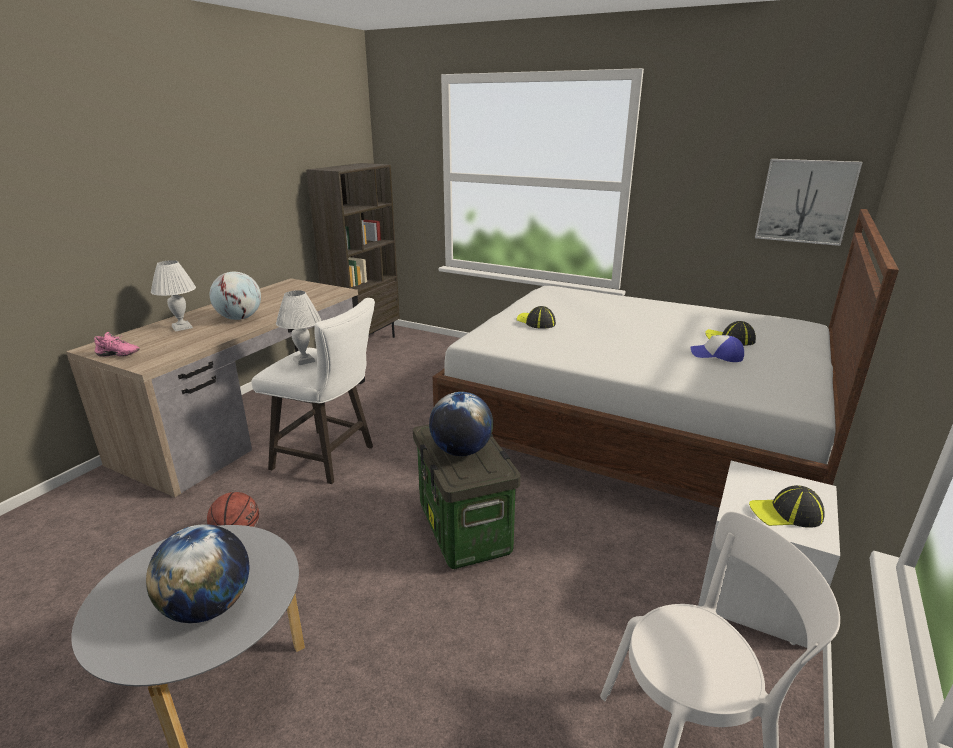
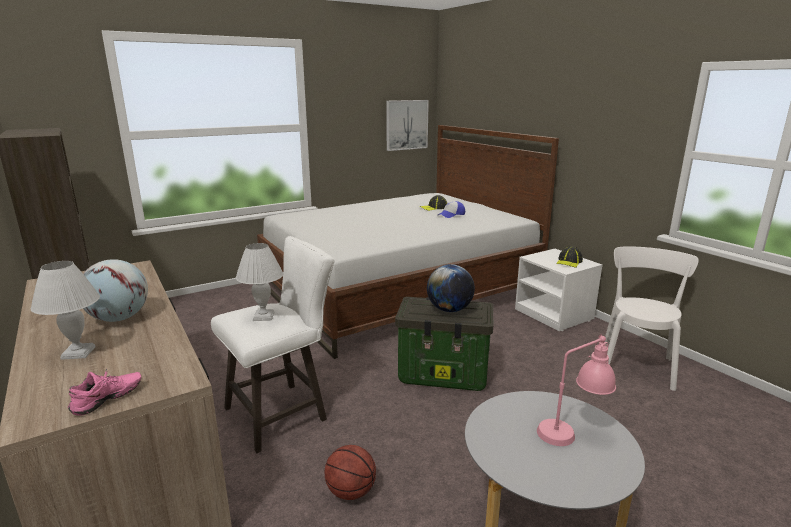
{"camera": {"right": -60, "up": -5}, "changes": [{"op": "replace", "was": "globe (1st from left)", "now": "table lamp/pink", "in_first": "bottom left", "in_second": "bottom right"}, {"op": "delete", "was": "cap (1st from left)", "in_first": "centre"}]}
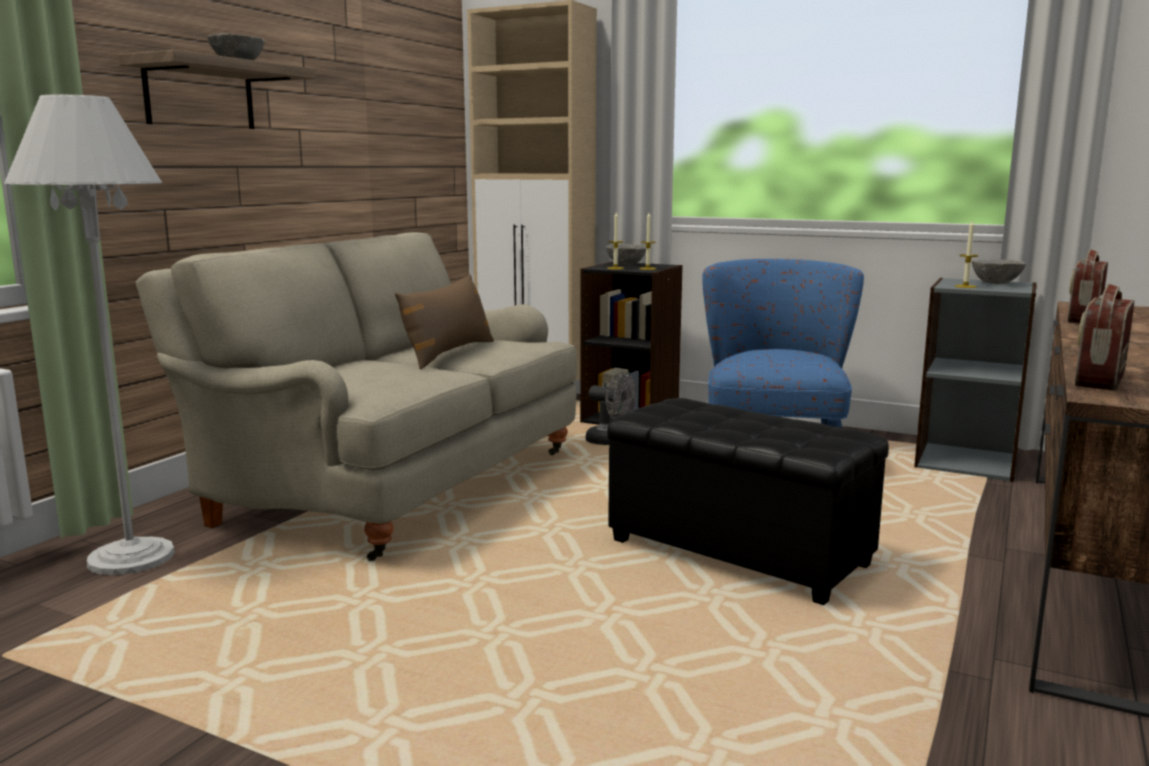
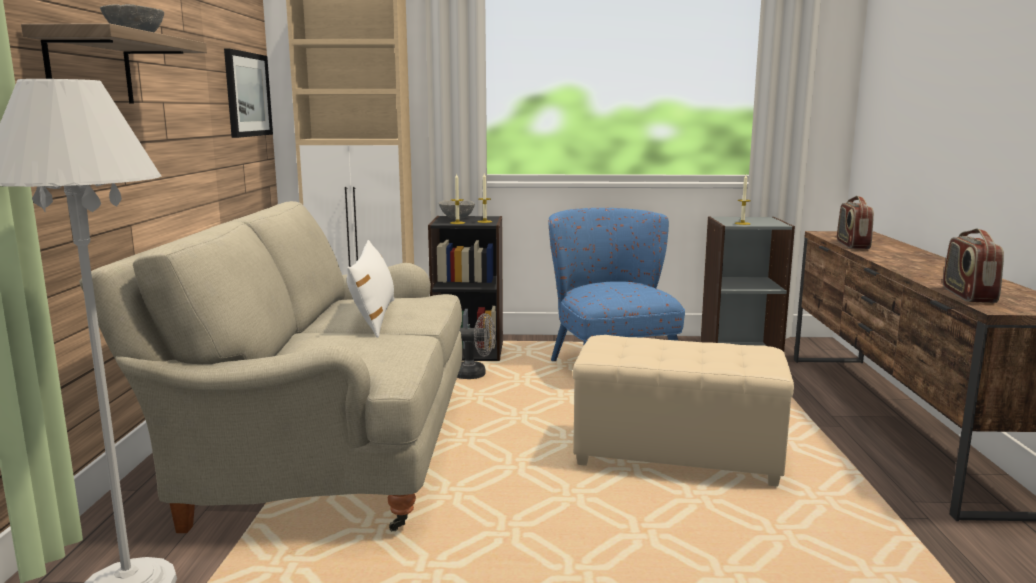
{"camera": {"right": -25, "up": 0}, "changes": [{"op": "recolor", "was": "pillow/brown", "now": "pillow/white", "in_first": "centre", "in_second": "centre"}, {"op": "recolor", "was": "ottoman/black", "now": "ottoman/beige", "in_first": "centre", "in_second": "bottom centre"}, {"op": "delete", "was": "bowl/grey (3rd from left)", "in_first": "middle right"}, {"op": "insert", "now": "picture", "in_second": "top left"}]}
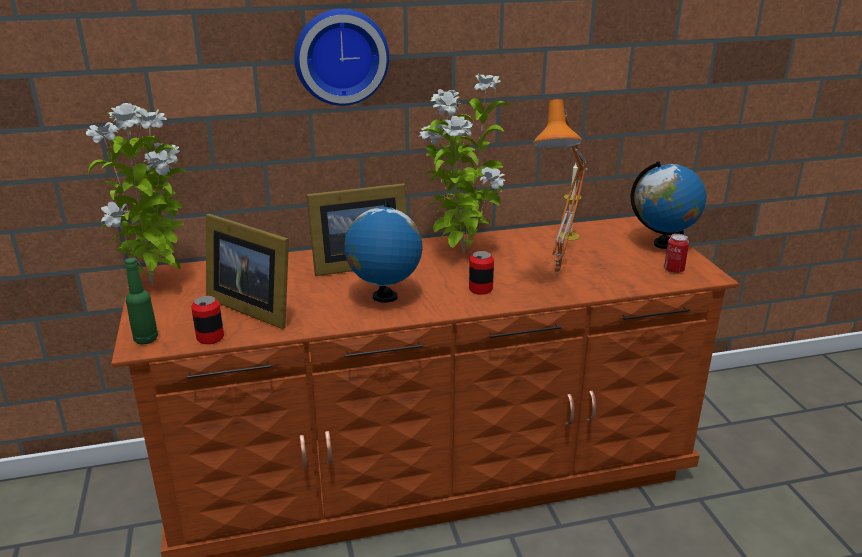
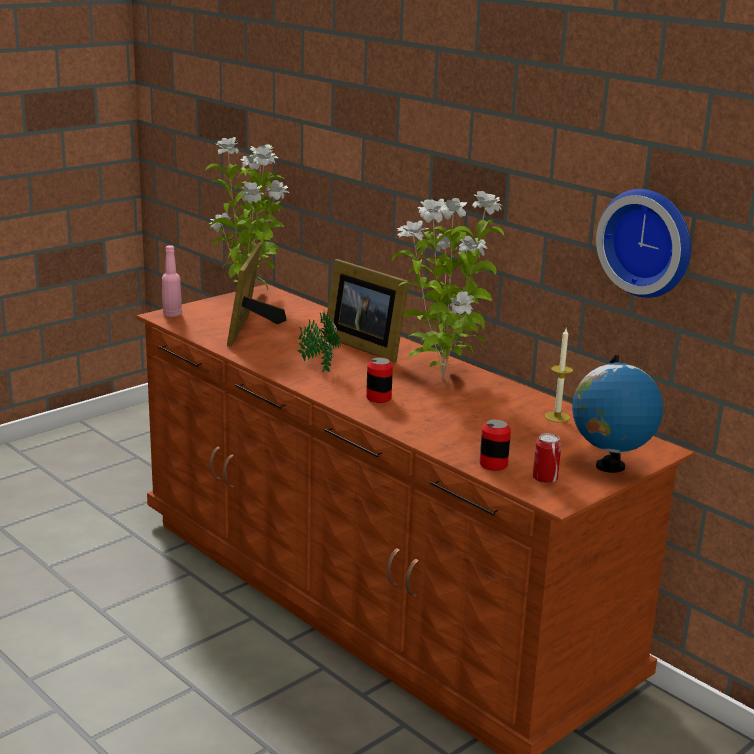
{"camera": {"right": 60, "up": -5}, "changes": [{"op": "recolor", "was": "bottle/green", "now": "bottle/pink", "in_first": "middle left", "in_second": "middle left"}, {"op": "move", "was": "can (1st from left in the first image)", "now": "can (2nd from left)", "in_first": "middle left", "in_second": "centre"}, {"op": "move", "was": "wall clock", "in_first": "top centre", "in_second": "top right"}, {"op": "replace", "was": "globe (1st from left)", "now": "potted plant (2nd from left)", "in_first": "centre", "in_second": "centre"}, {"op": "delete", "was": "table lamp/orange", "in_first": "centre"}]}
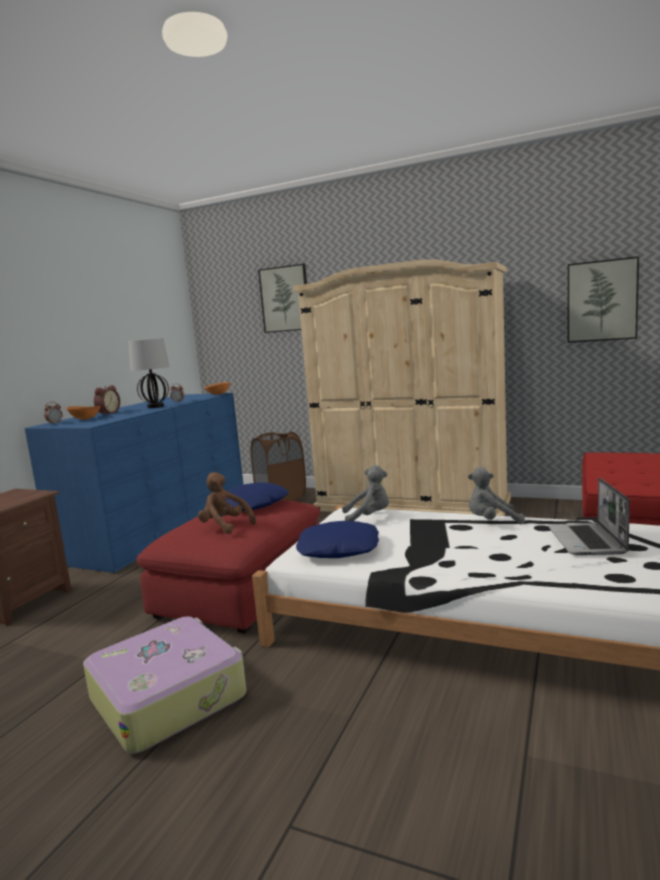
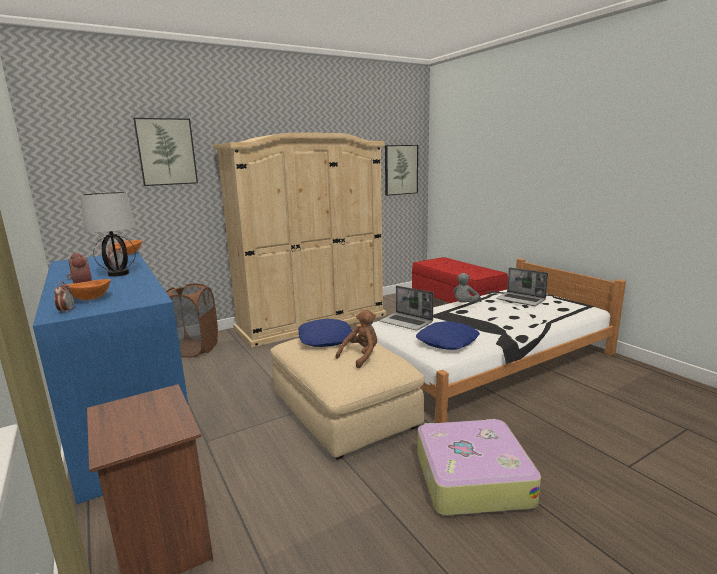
{"camera": {"right": -55, "up": 5}, "changes": [{"op": "recolor", "was": "ottoman/red", "now": "ottoman/beige", "in_first": "centre", "in_second": "bottom centre"}, {"op": "rotate", "was": "plush toy/brown", "in_first": "centre", "in_second": "centre", "clockwise": 150}, {"op": "replace", "was": "plush toy/grey (1st from left)", "now": "laptop (1st from left)", "in_first": "centre", "in_second": "centre"}]}
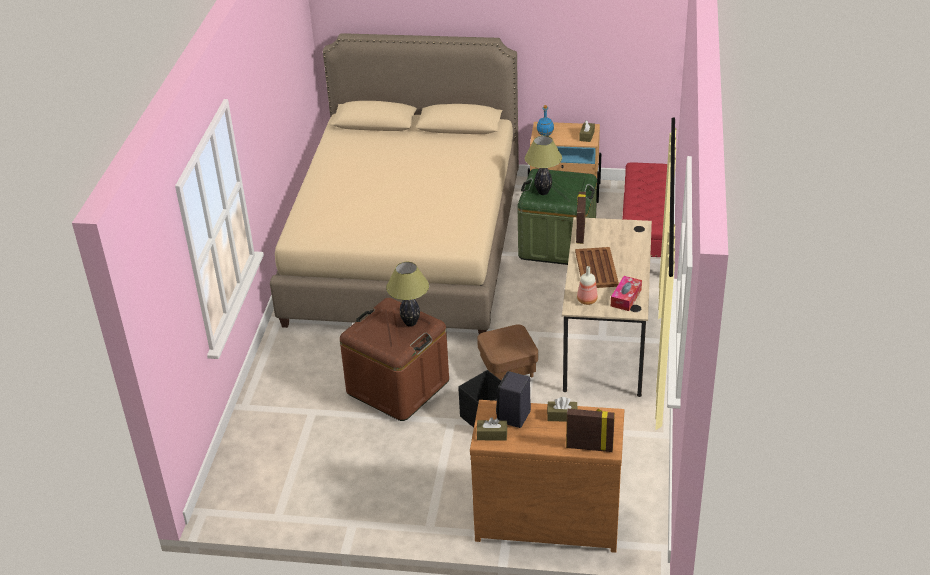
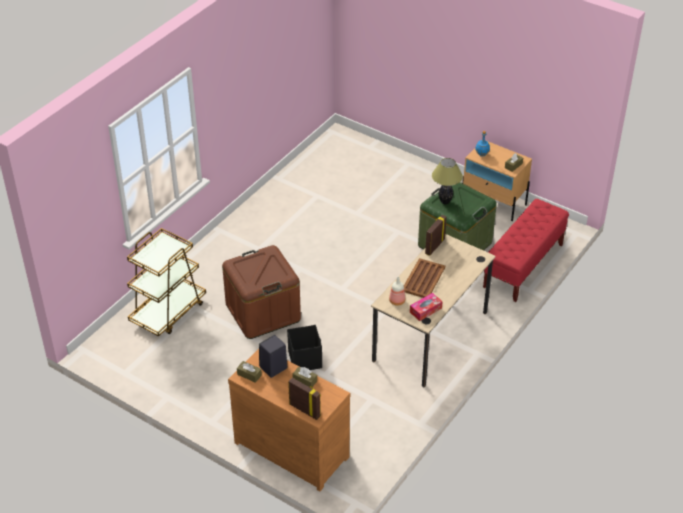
{"camera": {"right": 25, "up": 5}, "changes": [{"op": "delete", "was": "bed/beige", "in_first": "top centre"}, {"op": "delete", "was": "table lamp (1st from left)", "in_first": "centre"}, {"op": "delete", "was": "ottoman/brown", "in_first": "centre"}, {"op": "insert", "now": "cart/brown", "in_second": "middle left"}]}
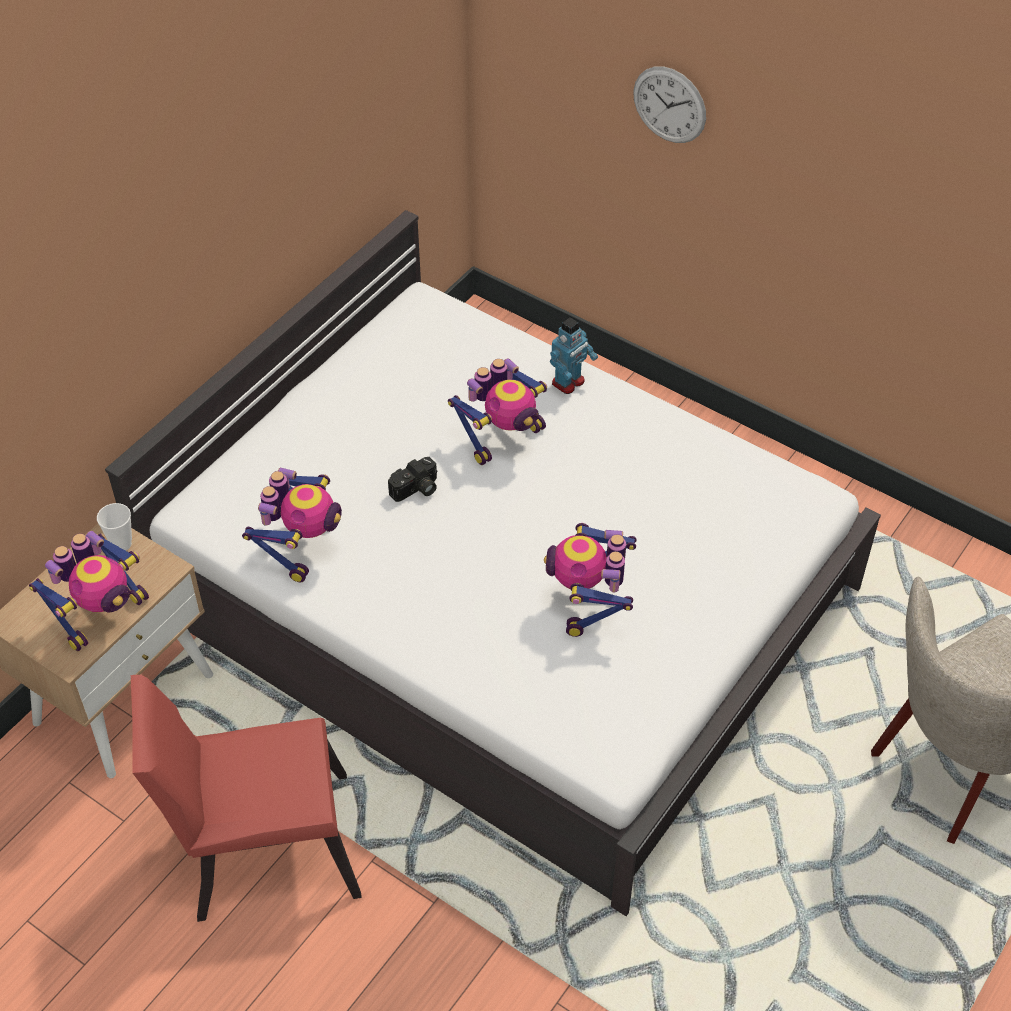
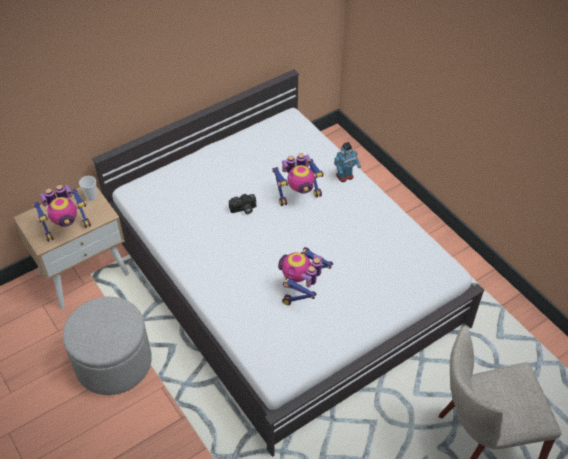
{"camera": {"right": 20, "up": 0}, "changes": [{"op": "replace", "was": "chair/red", "now": "ottoman/grey", "in_first": "bottom left", "in_second": "bottom left"}, {"op": "delete", "was": "toy robot (2nd from left)", "in_first": "middle left"}, {"op": "delete", "was": "wall clock", "in_first": "top centre"}]}
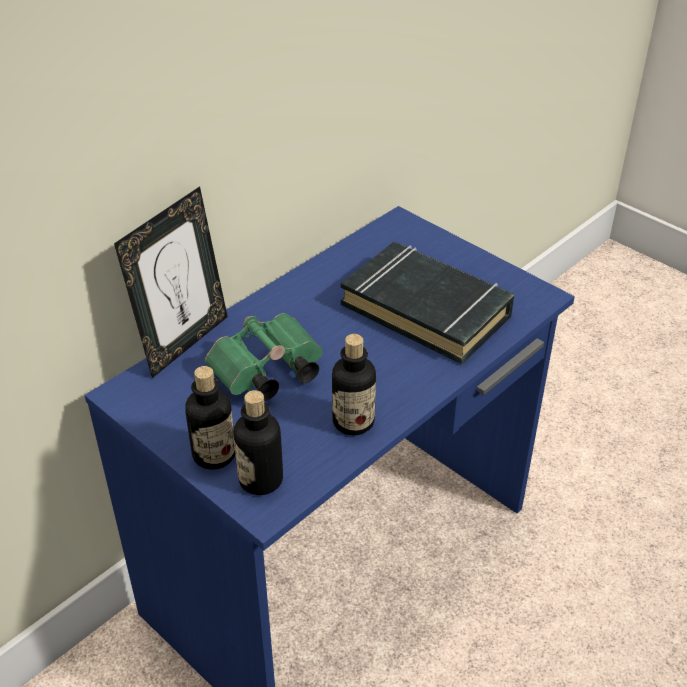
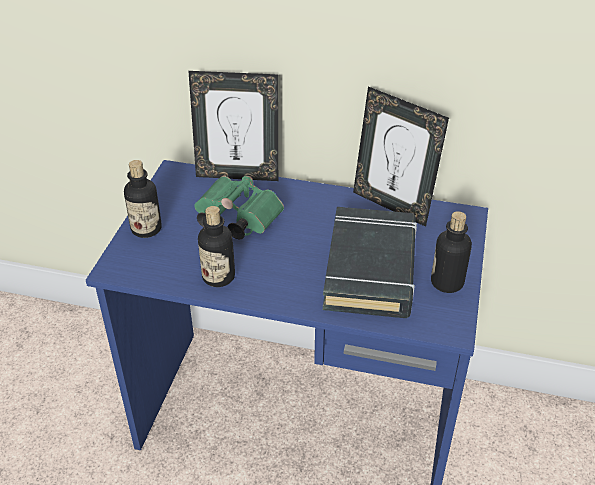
{"camera": {"right": 60, "up": 0}, "changes": [{"op": "move", "was": "bottle (2nd from left in the first image)", "now": "bottle (3rd from left)", "in_first": "centre", "in_second": "middle right"}, {"op": "insert", "now": "picture frame (2nd from left)", "in_second": "top right"}]}
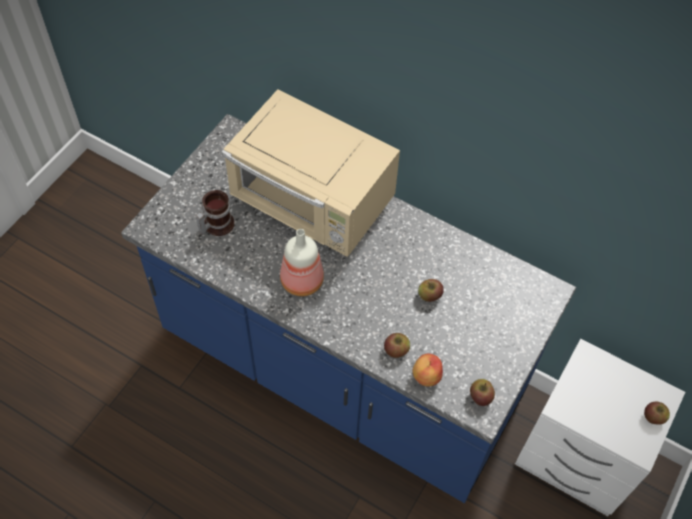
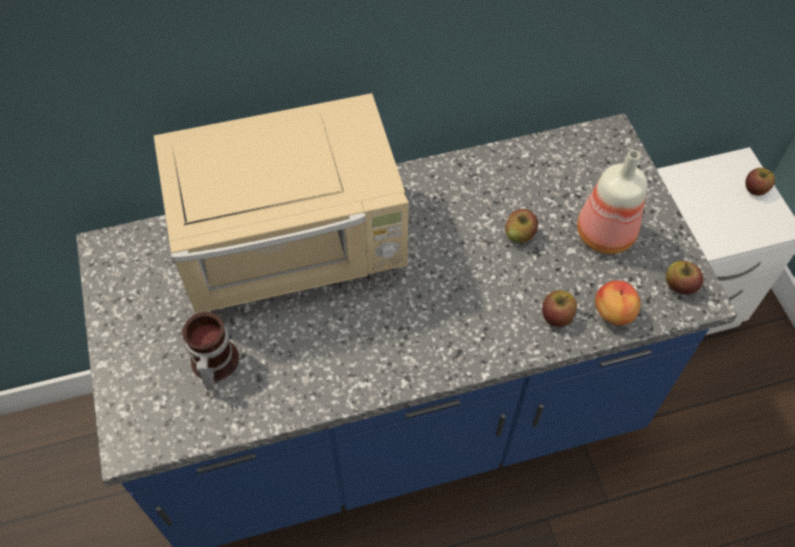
{"camera": {"right": -45, "up": 0}, "changes": [{"op": "move", "was": "bottle", "in_first": "centre", "in_second": "middle right"}]}
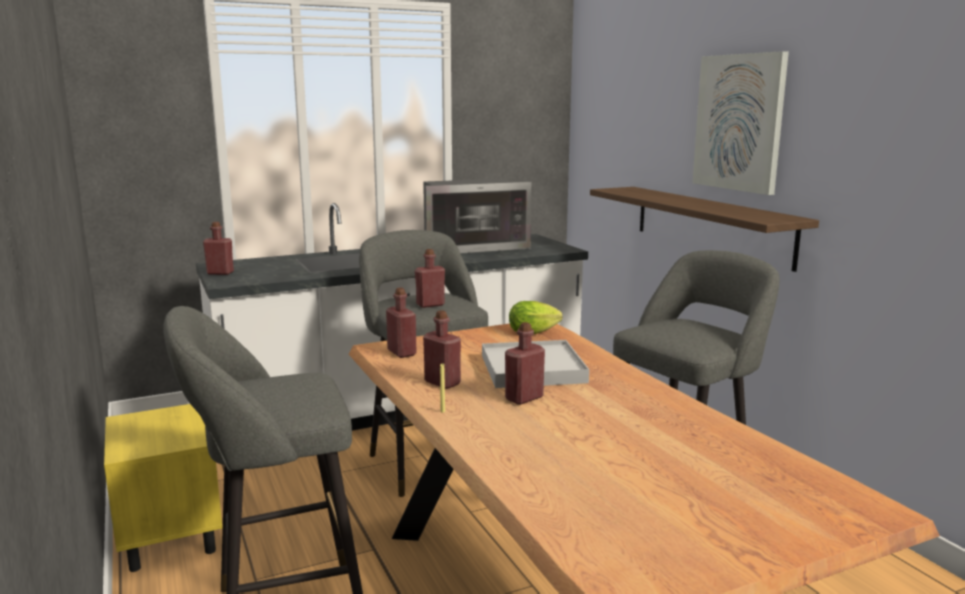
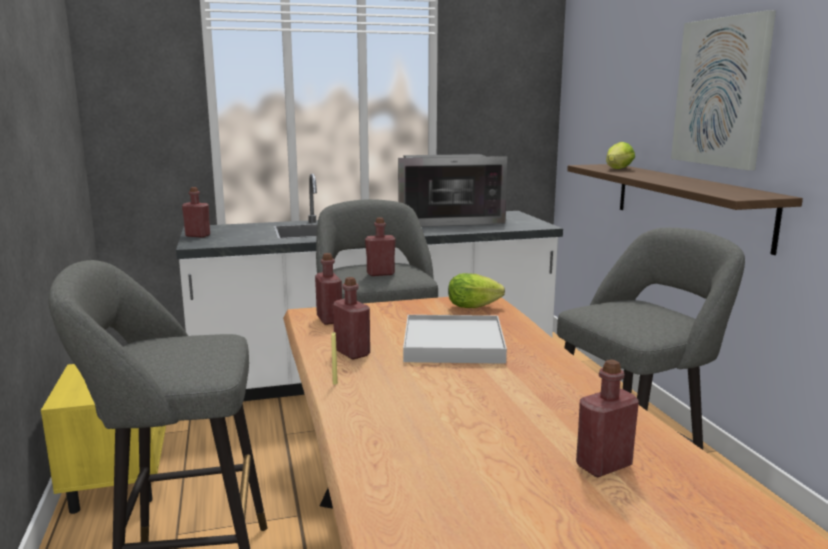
{"camera": {"right": 10, "up": 0}, "changes": [{"op": "move", "was": "bottle/red (5th from left)", "in_first": "centre", "in_second": "bottom right"}, {"op": "insert", "now": "lettuce (2nd from left)", "in_second": "top right"}]}
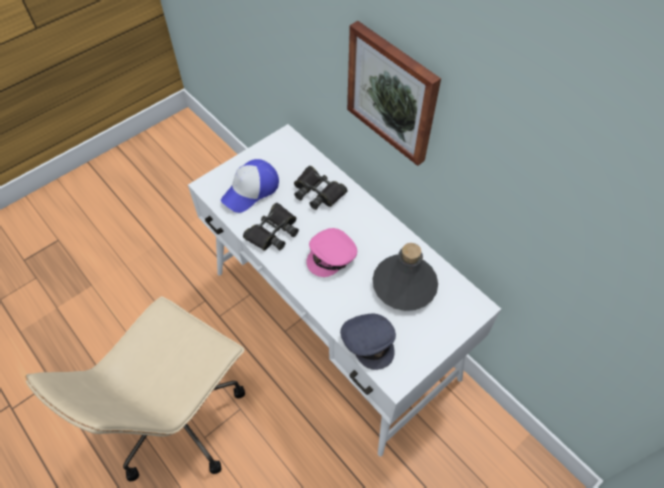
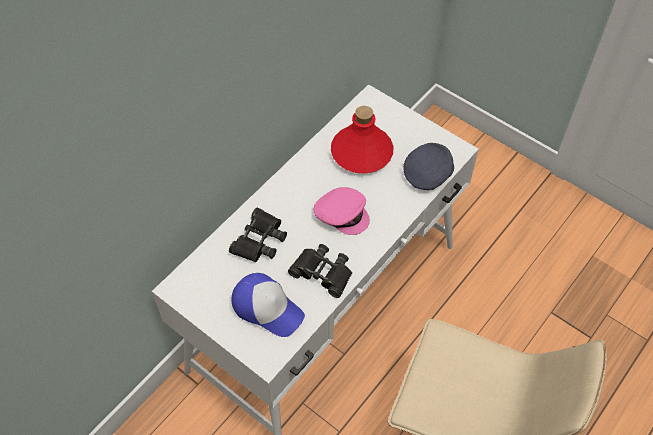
{"camera": {"right": -100, "up": 0}, "changes": [{"op": "delete", "was": "picture", "in_first": "top centre"}, {"op": "recolor", "was": "bottle/grey", "now": "bottle/red", "in_first": "centre", "in_second": "top centre"}]}
